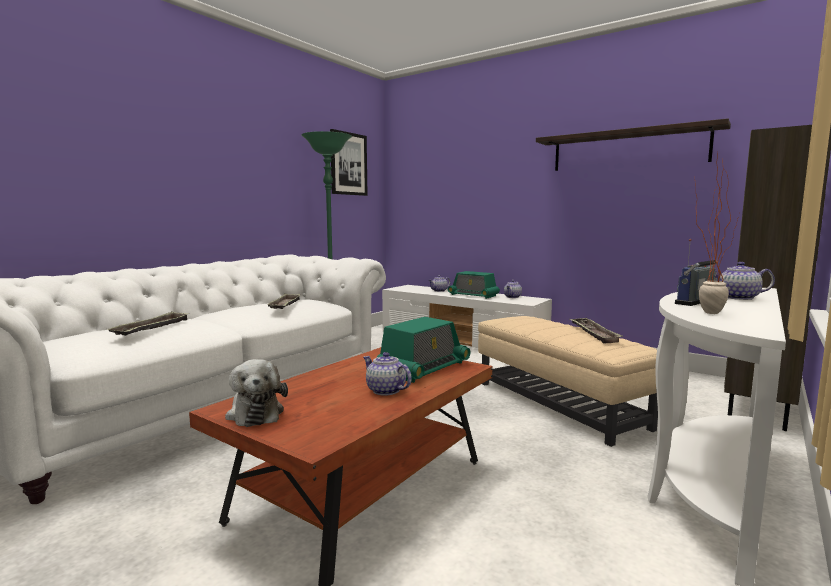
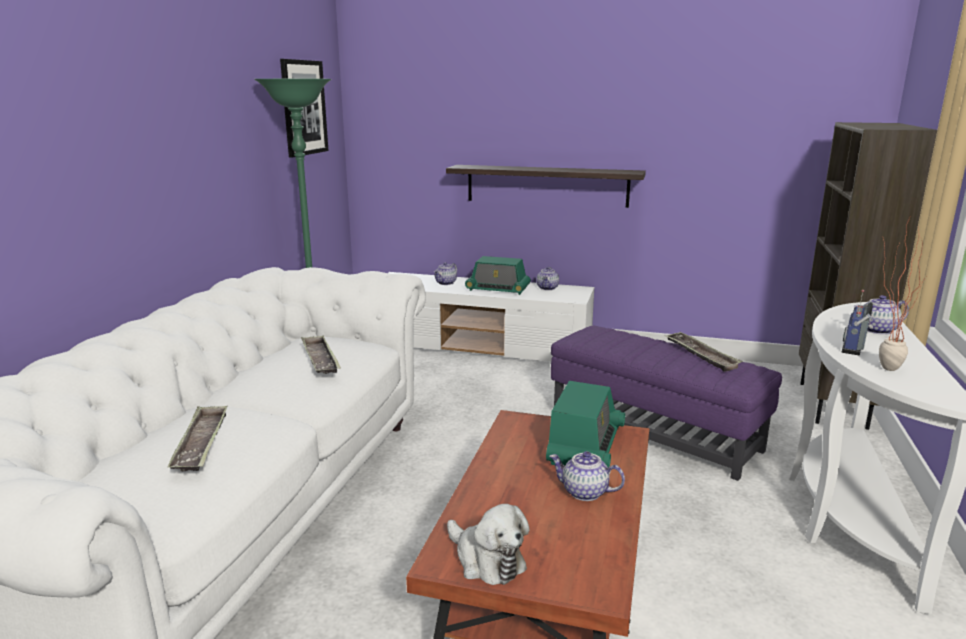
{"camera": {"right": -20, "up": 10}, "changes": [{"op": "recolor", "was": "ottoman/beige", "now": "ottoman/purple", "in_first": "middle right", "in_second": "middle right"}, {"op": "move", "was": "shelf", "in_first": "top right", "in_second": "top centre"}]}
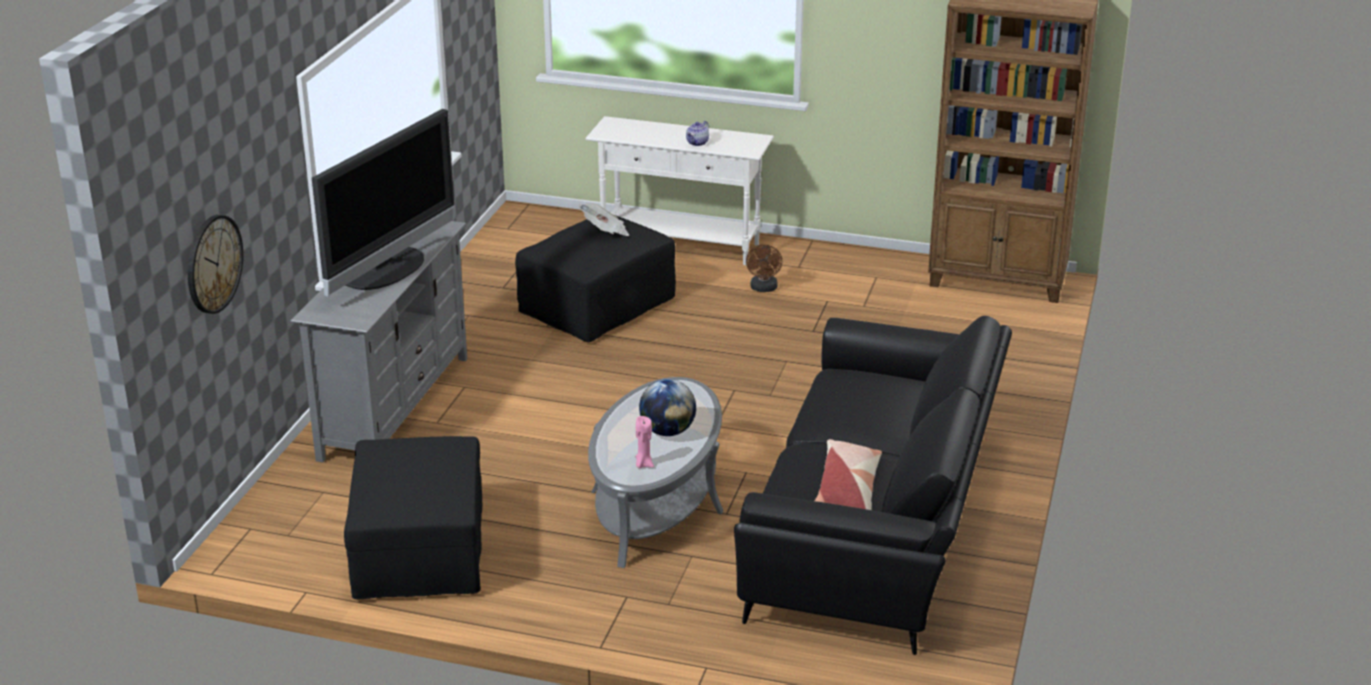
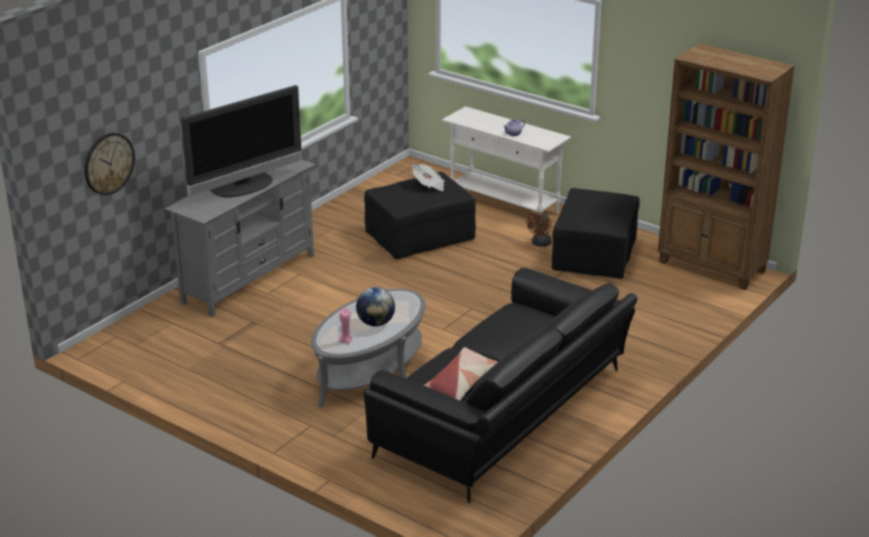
{"camera": {"right": 20, "up": 0}, "changes": [{"op": "move", "was": "ottoman/black (1st from left in the first image)", "now": "ottoman/black (2nd from left)", "in_first": "bottom left", "in_second": "middle right"}]}
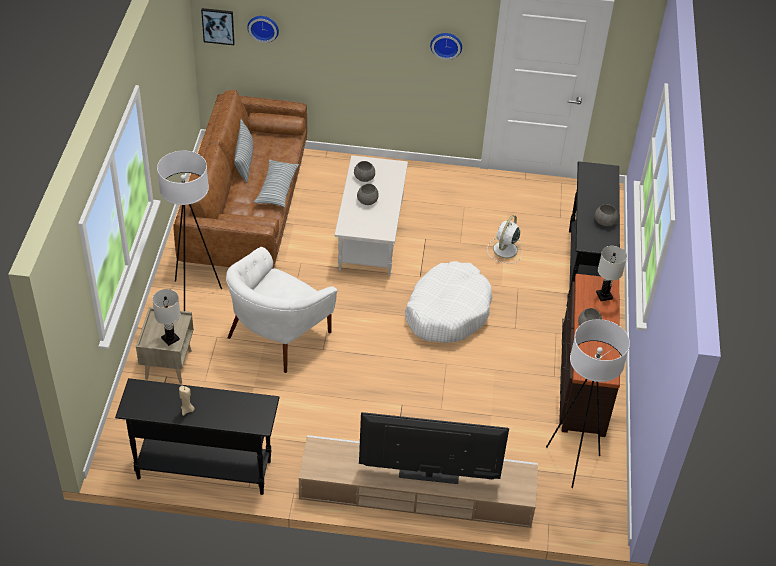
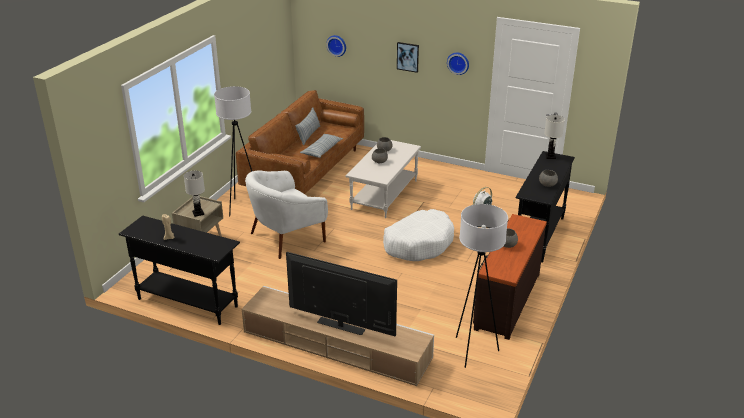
{"camera": {"right": 20, "up": -15}, "changes": [{"op": "move", "was": "picture", "in_first": "top left", "in_second": "top centre"}, {"op": "move", "was": "table lamp/white (2nd from left)", "in_first": "middle right", "in_second": "top right"}]}
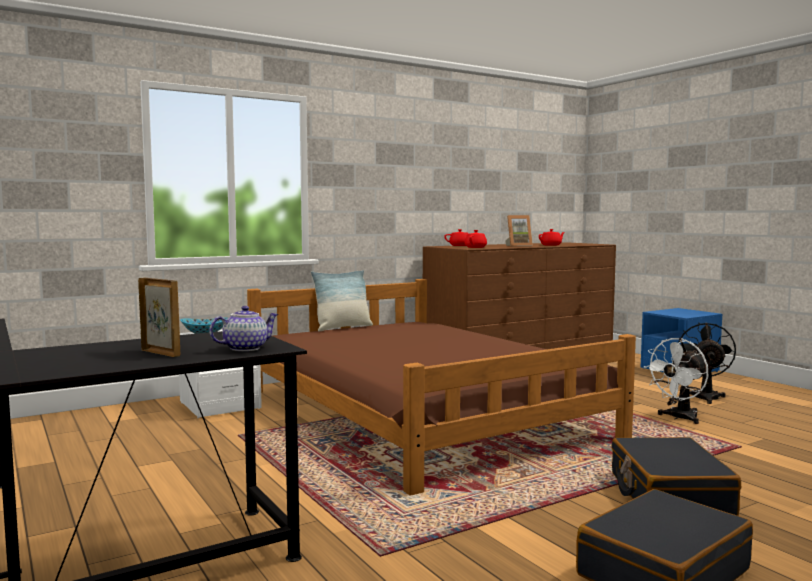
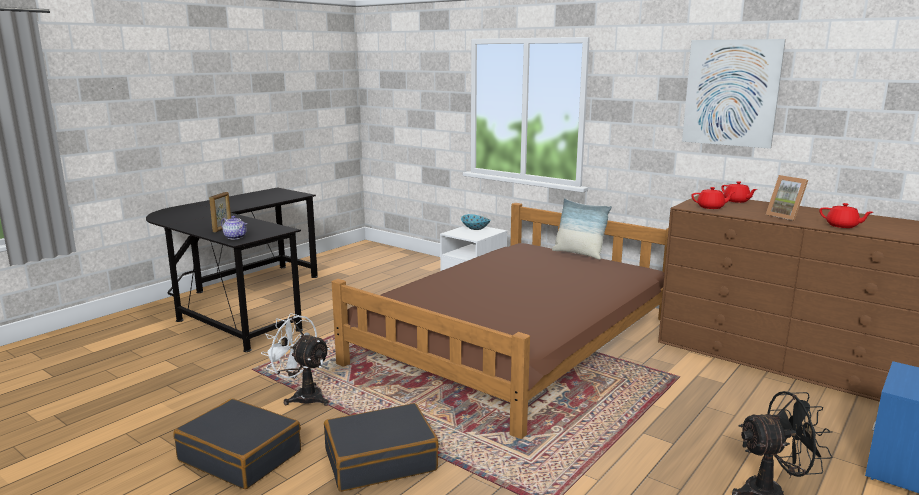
{"camera": {"right": 70, "up": 10}, "changes": [{"op": "move", "was": "fan/white", "in_first": "middle right", "in_second": "bottom left"}, {"op": "insert", "now": "picture", "in_second": "top right"}]}
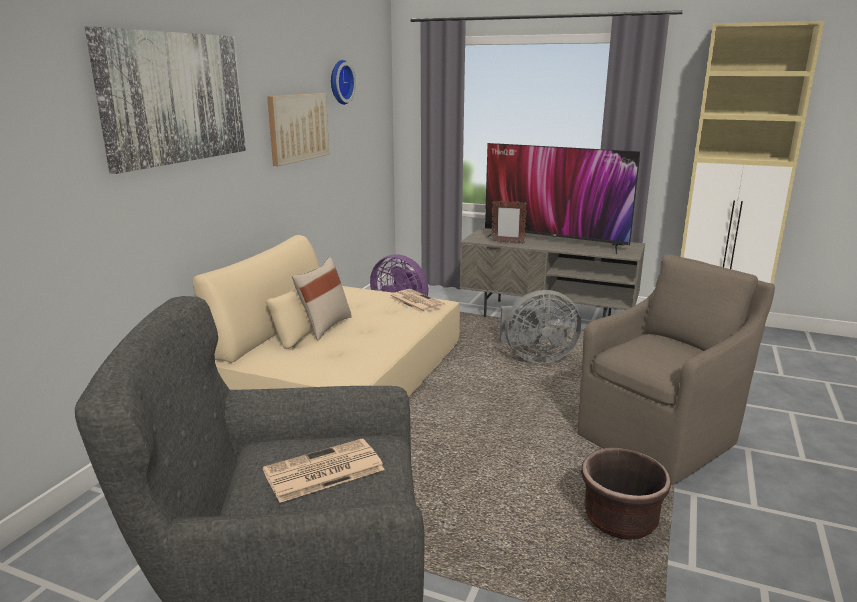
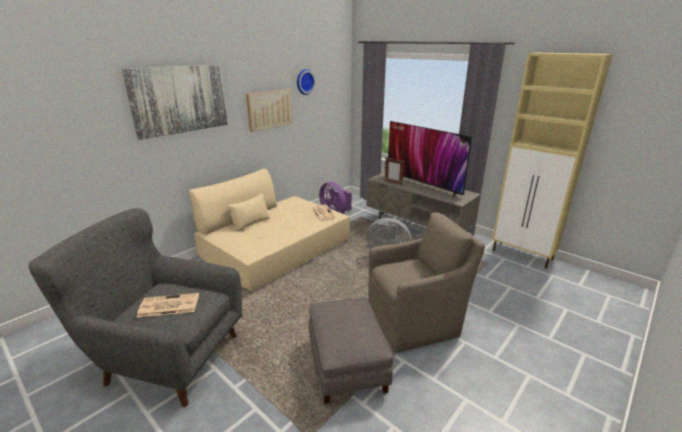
{"camera": {"right": 20, "up": 5}, "changes": [{"op": "delete", "was": "pillow/beige", "in_first": "centre"}, {"op": "replace", "was": "planter/brown", "now": "ottoman/grey", "in_first": "bottom right", "in_second": "bottom centre"}]}
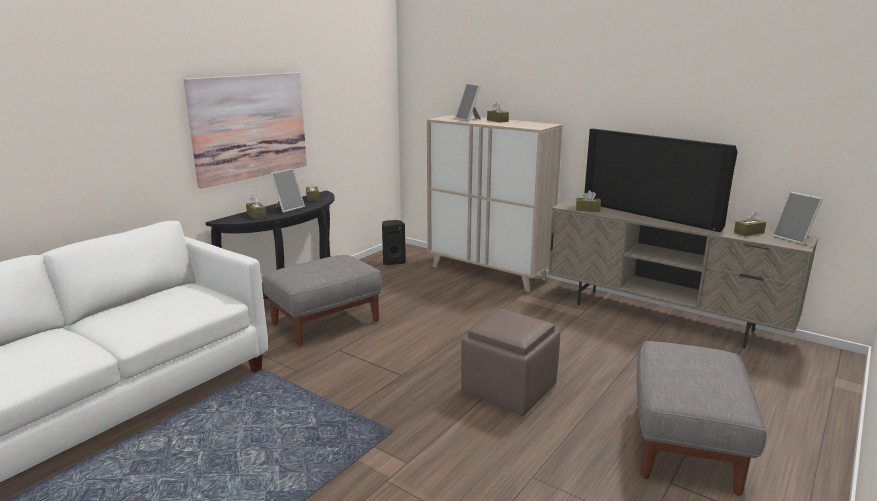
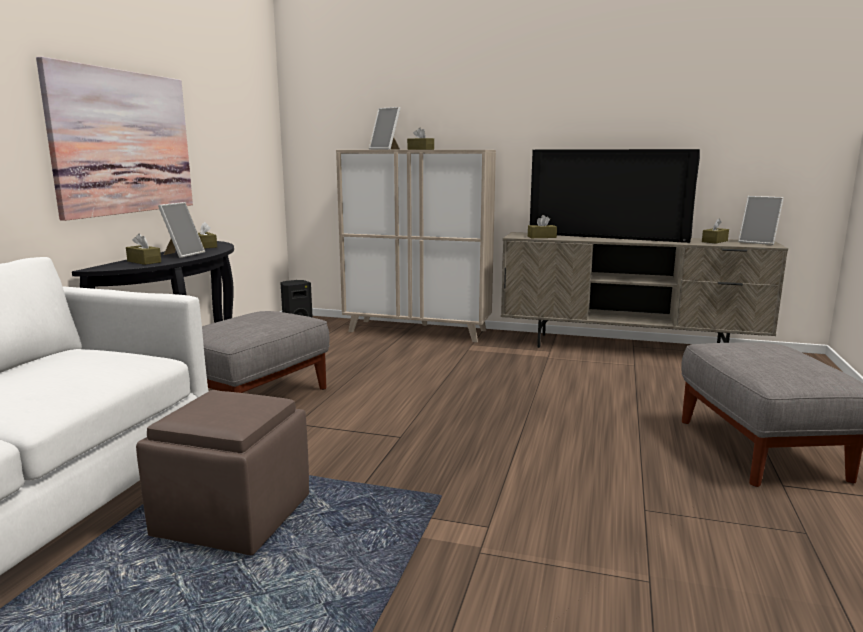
{"camera": {"right": -20, "up": -5}, "changes": [{"op": "move", "was": "ottoman/brown", "in_first": "bottom centre", "in_second": "bottom left"}]}
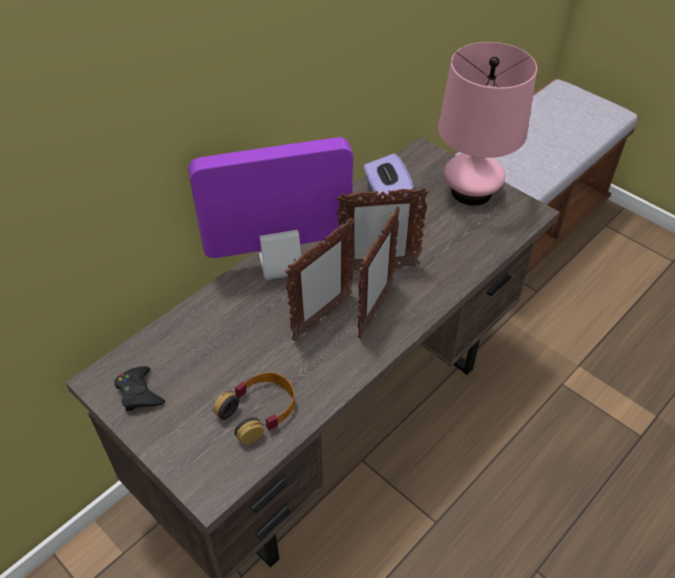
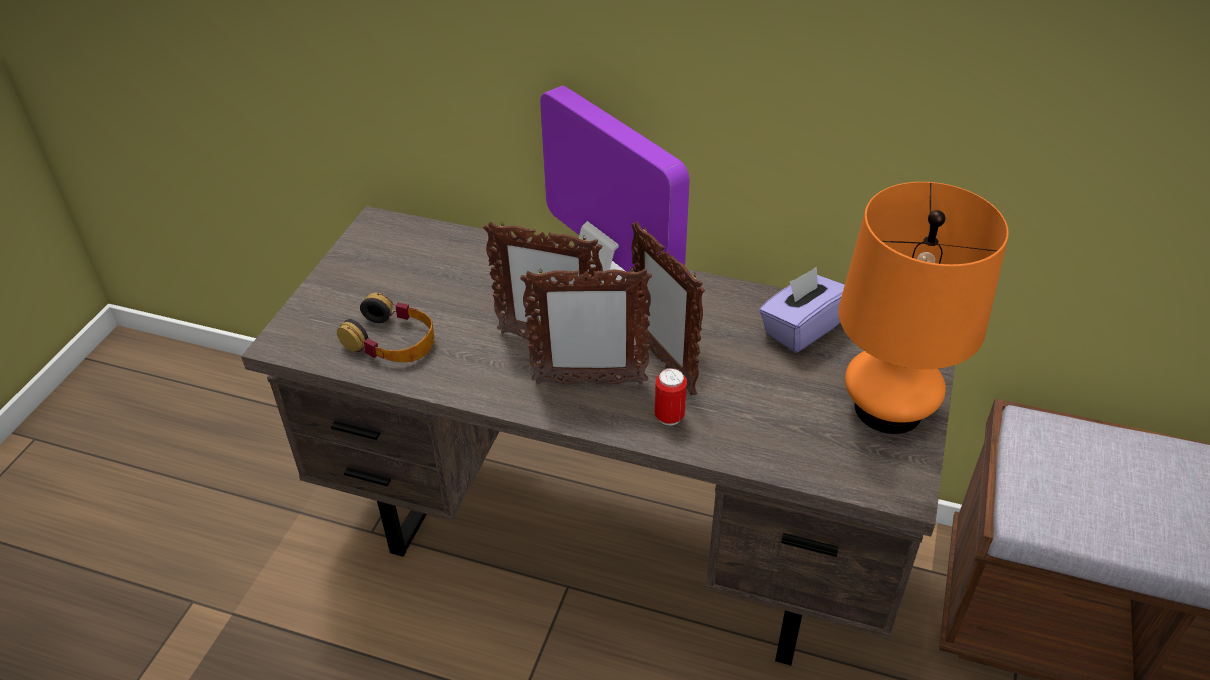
{"camera": {"right": 65, "up": -5}, "changes": [{"op": "delete", "was": "game controller/black", "in_first": "bottom left"}, {"op": "recolor", "was": "table lamp/pink", "now": "table lamp/orange", "in_first": "top right", "in_second": "middle right"}, {"op": "insert", "now": "can", "in_second": "centre"}]}
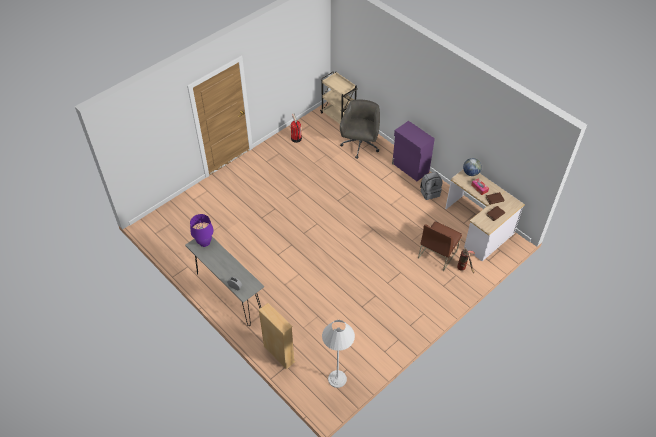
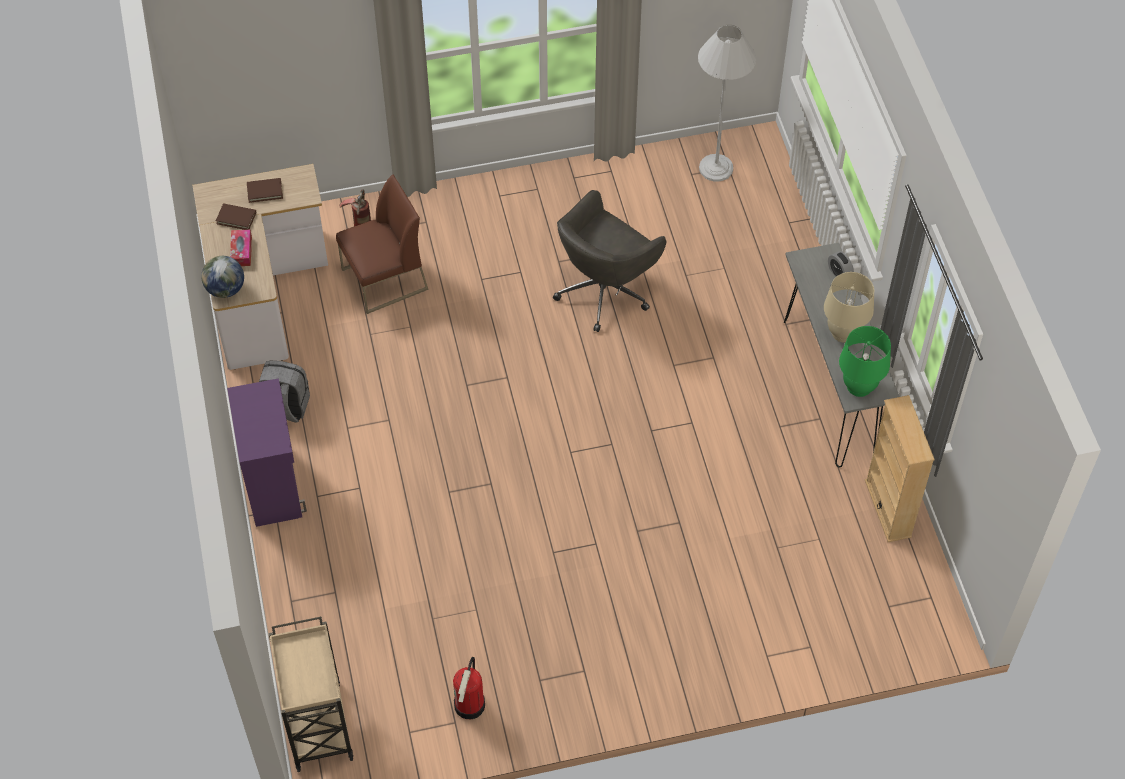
{"camera": {"right": -150, "up": 5}, "changes": [{"op": "recolor", "was": "table lamp/purple", "now": "table lamp/green", "in_first": "middle left", "in_second": "middle right"}, {"op": "move", "was": "bookcase/beige", "in_first": "bottom centre", "in_second": "middle right"}, {"op": "move", "was": "office chair/grey", "in_first": "top centre", "in_second": "centre"}, {"op": "insert", "now": "table lamp/beige", "in_second": "middle right"}]}
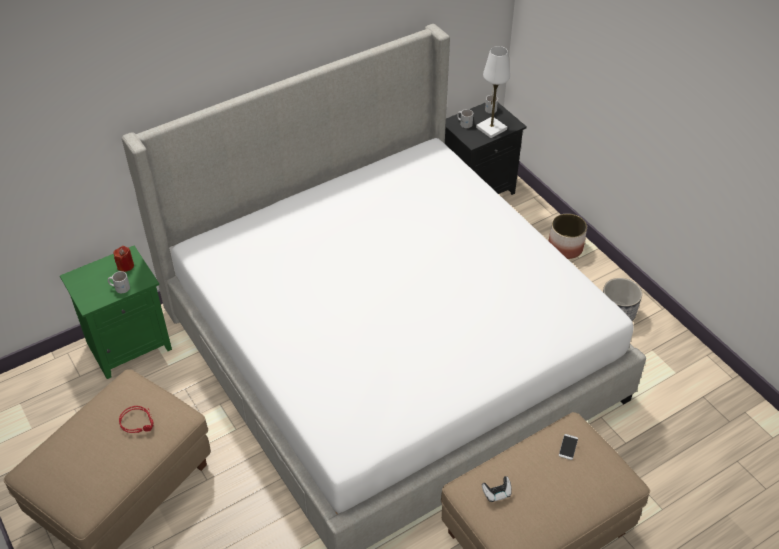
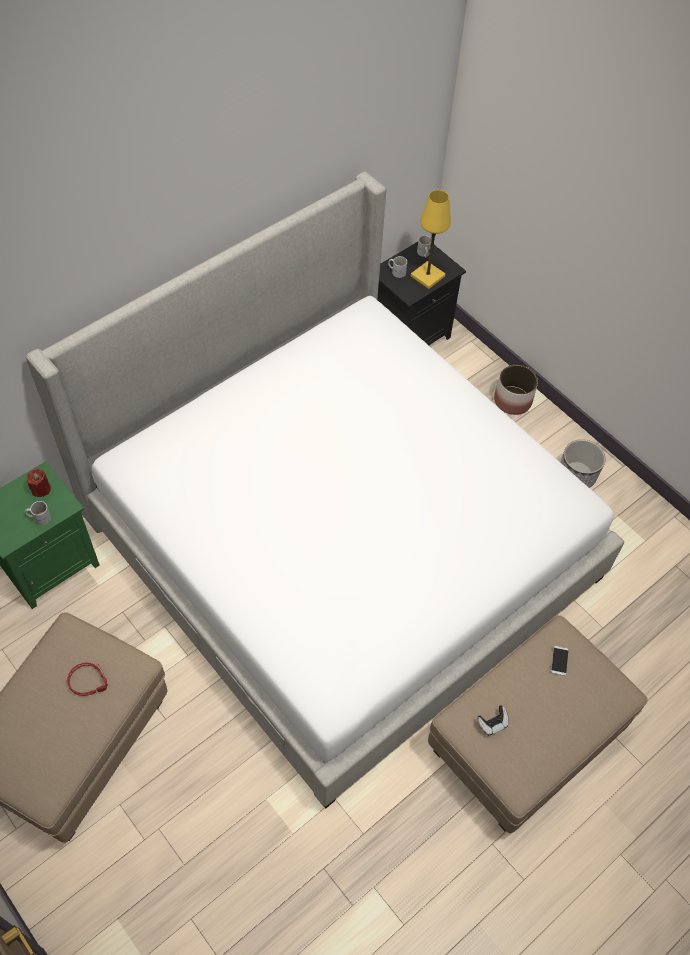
{"camera": {"right": -10, "up": 10}, "changes": [{"op": "recolor", "was": "table lamp/white", "now": "table lamp/yellow", "in_first": "top centre", "in_second": "top centre"}]}
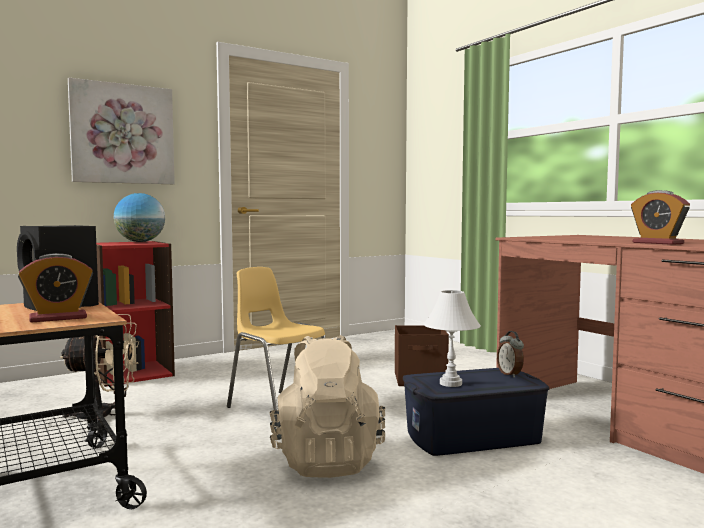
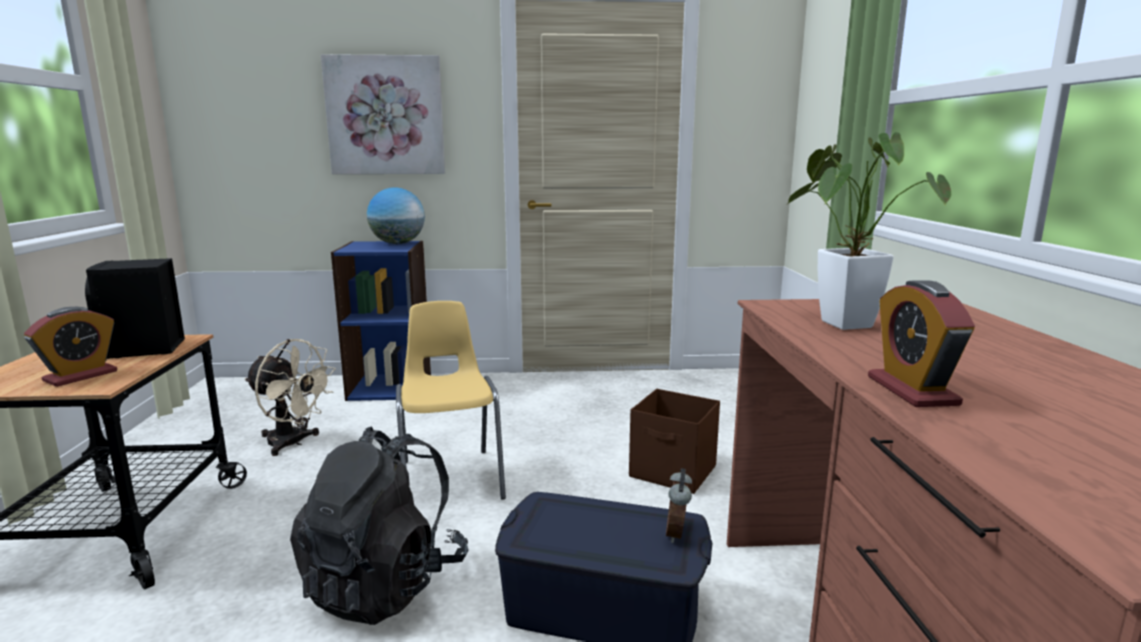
{"camera": {"right": 30, "up": 10}, "changes": [{"op": "rotate", "was": "alarm clock (1st from left)", "in_first": "middle left", "in_second": "middle left", "clockwise": -60}, {"op": "recolor", "was": "bookcase/red", "now": "bookcase/blue", "in_first": "middle left", "in_second": "centre"}, {"op": "recolor", "was": "backpack/beige", "now": "backpack/black", "in_first": "bottom centre", "in_second": "bottom left"}, {"op": "delete", "was": "table lamp/white", "in_first": "centre"}, {"op": "insert", "now": "potted plant", "in_second": "middle right"}]}
